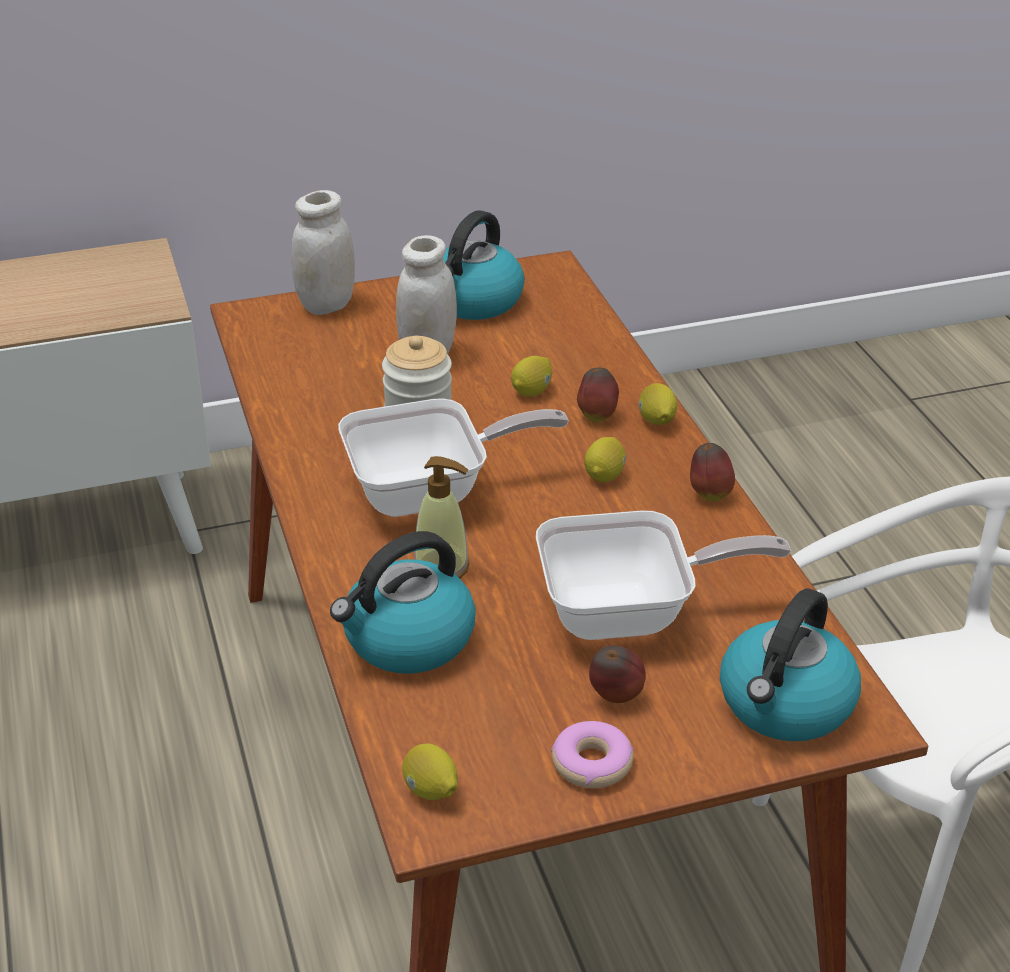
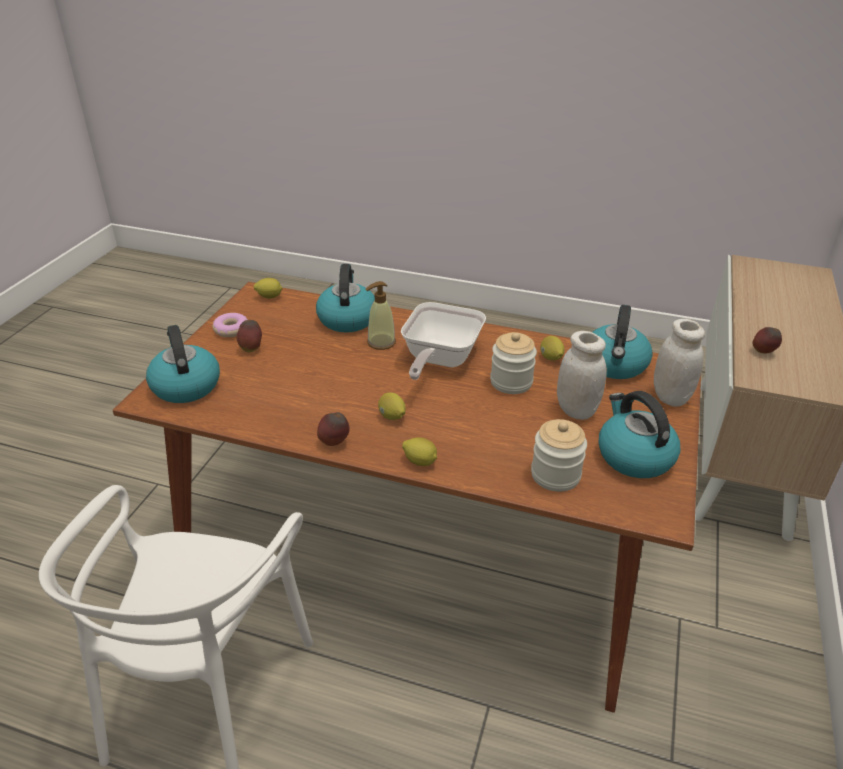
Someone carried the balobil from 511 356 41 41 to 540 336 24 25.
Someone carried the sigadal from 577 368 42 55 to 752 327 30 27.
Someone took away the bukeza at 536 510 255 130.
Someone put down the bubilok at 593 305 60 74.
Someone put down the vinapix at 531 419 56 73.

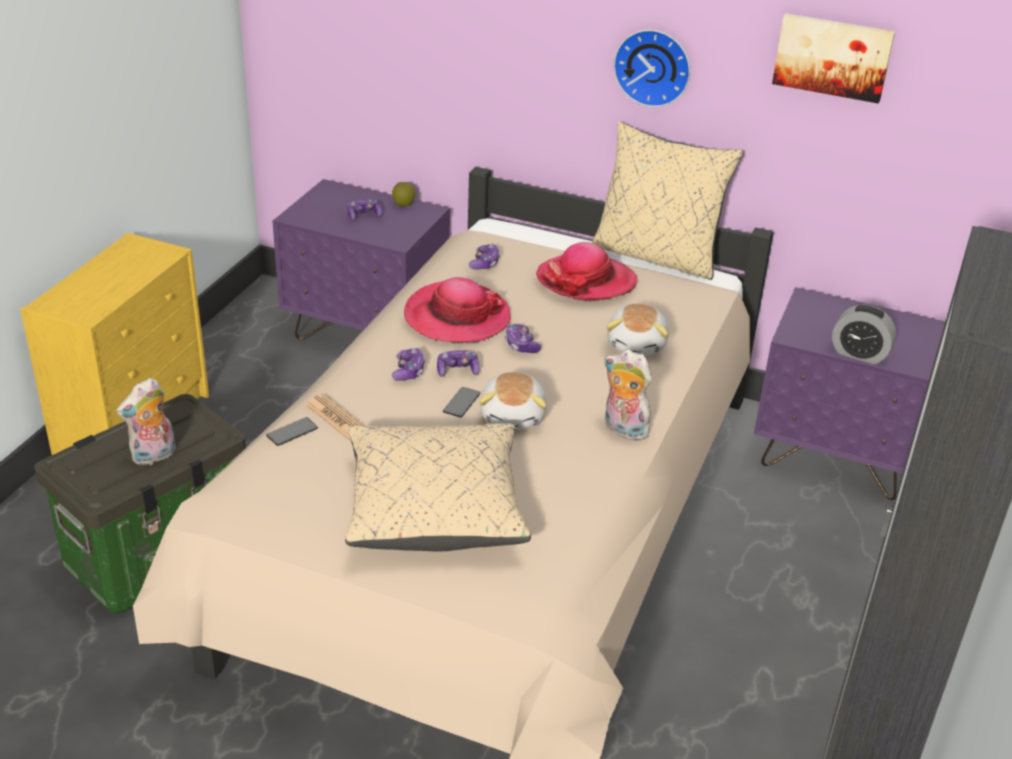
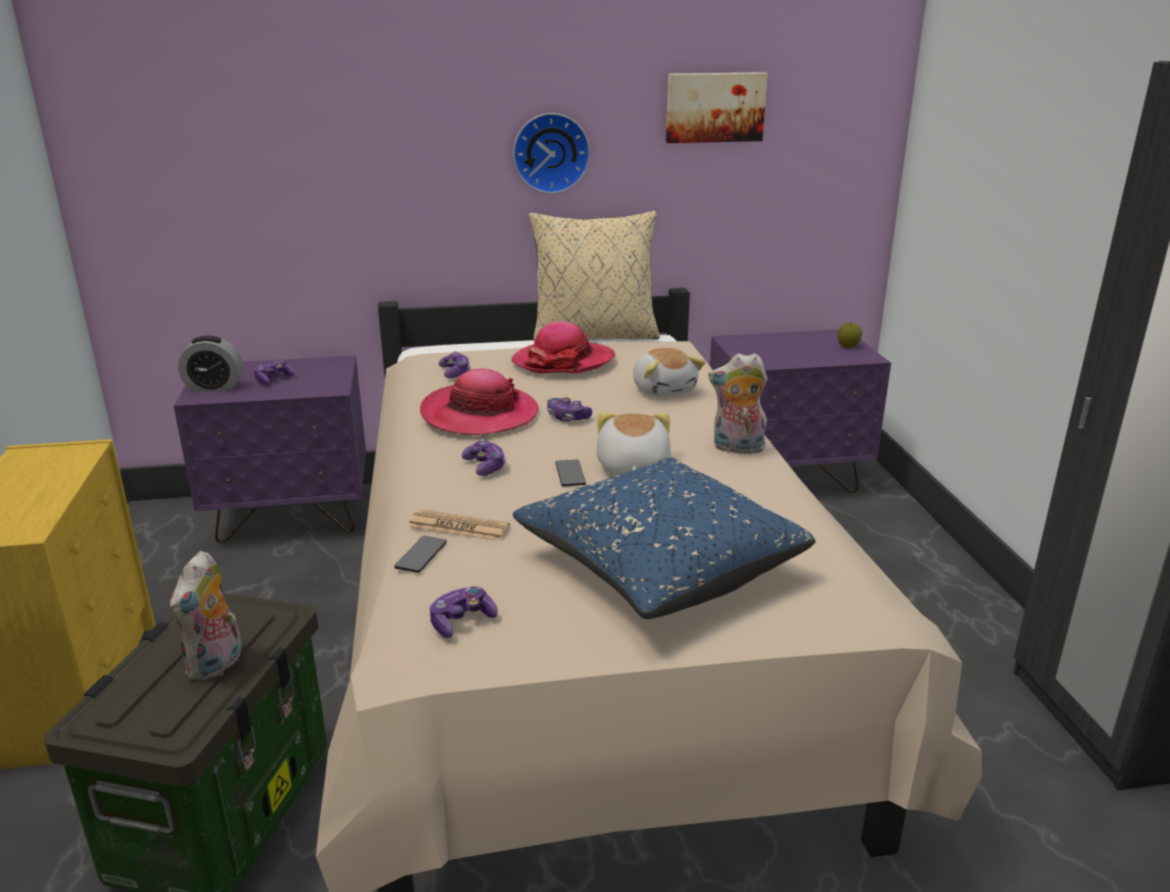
Someone carried the sigadal from 392 182 23 24 to 837 323 25 25.
Someone carried the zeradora from 832 305 64 59 to 178 336 65 56.
Someone carried the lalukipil from 437 350 43 27 to 430 586 68 52.
Someone rotated the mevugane at 479 372 68 57 by 150 degrees counterclockwise.
Someone repainted the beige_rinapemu at 345 423 186 129, which became the blue_rinapemu at 513 457 303 162.

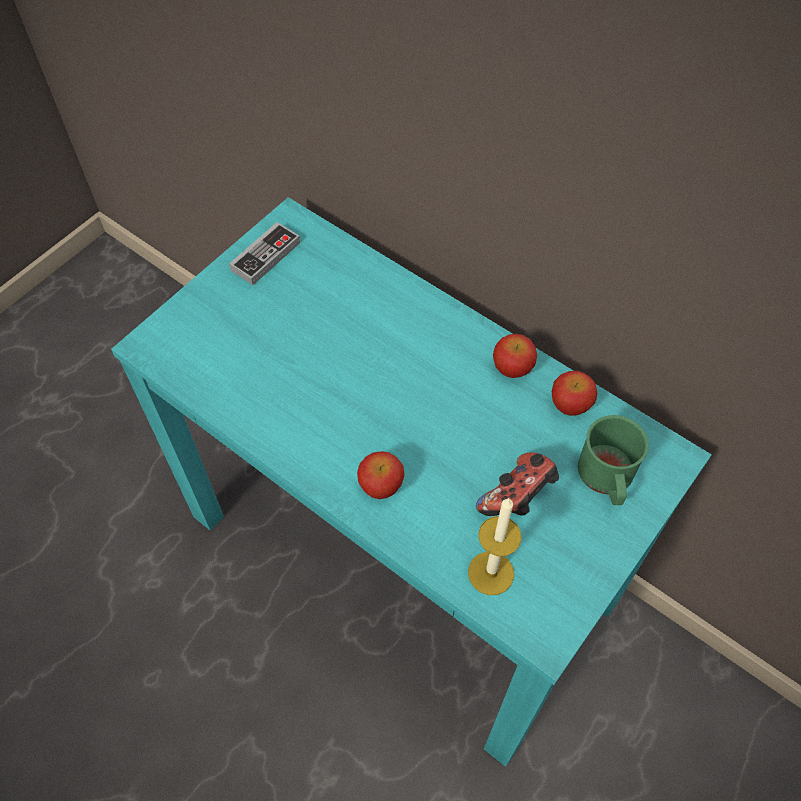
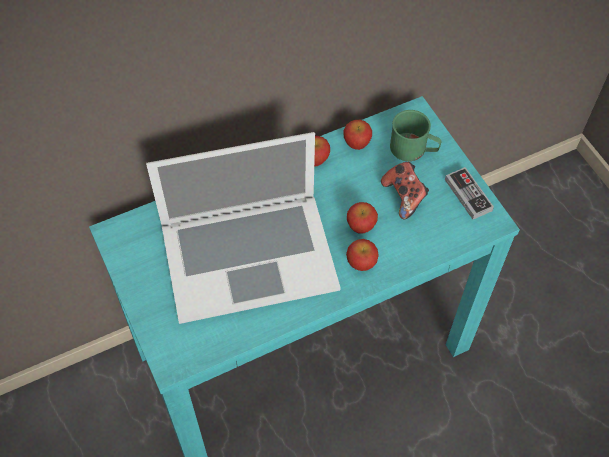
Someone carried the lalukipil from 229 222 71 63 to 445 167 49 53.
Someone took away the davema at 468 498 54 97.
Someone put down the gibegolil at 146 132 195 192.
Someone put down the sigadal at 347 202 31 32.

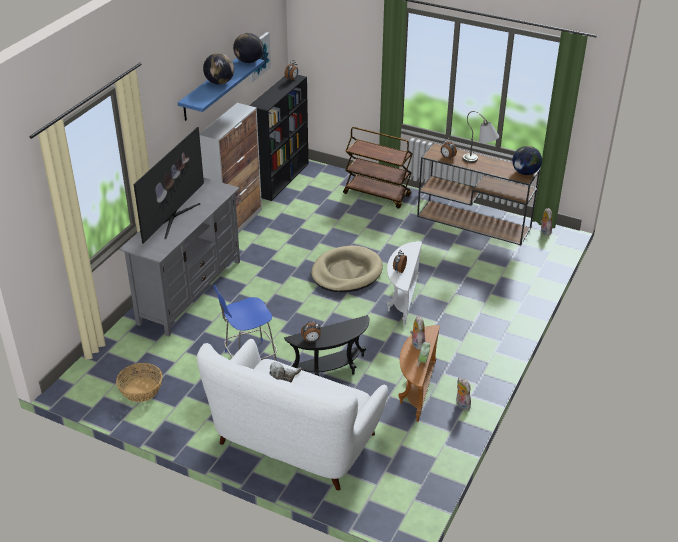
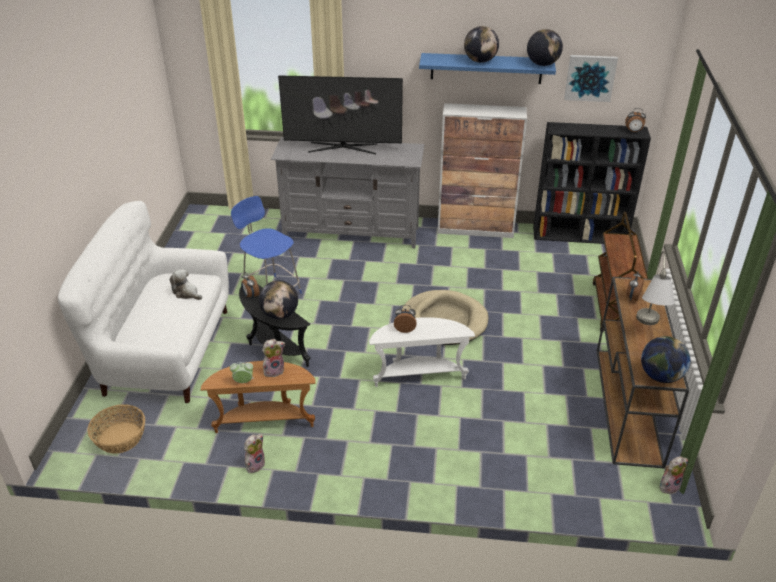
Someone carried the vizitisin from 116 363 47 39 to 87 404 58 50.
Someone put down the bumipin at 259 280 39 39.

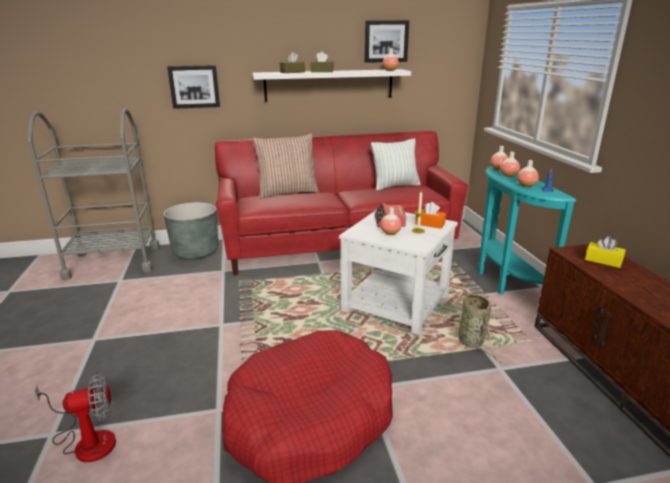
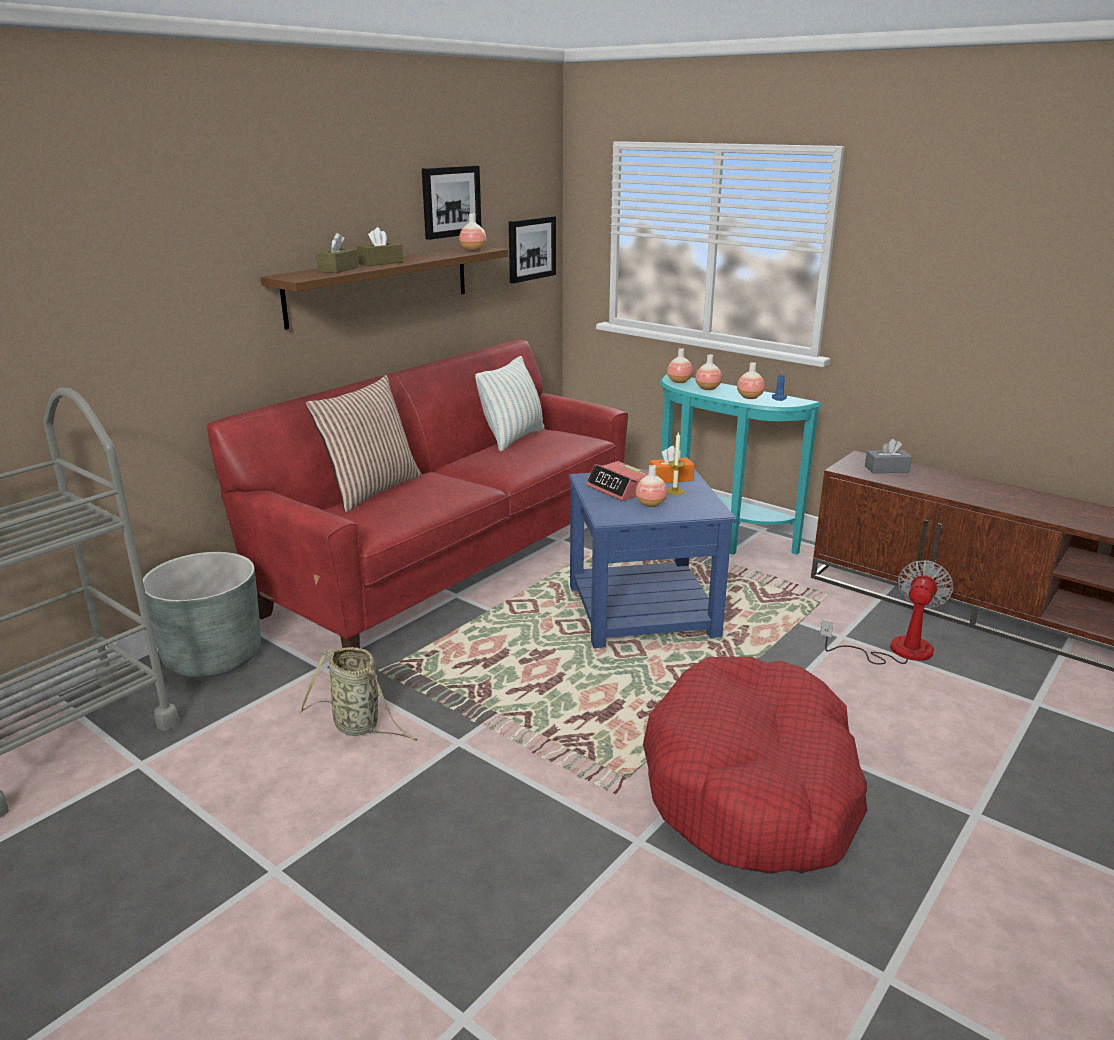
Someone carried the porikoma from 167 65 53 44 to 509 216 47 67.
Someone repainted the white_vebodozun at 252 69 159 33, which became the brown_vebodozun at 260 246 248 84.
Someone repainted the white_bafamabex at 339 210 119 125, which became the blue_bafamabex at 569 469 168 179.
Someone repainted the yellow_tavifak at 585 236 41 32, which became the grey_tavifak at 865 439 47 35.
Someone carried the vizitisin from 441 292 61 71 to 299 647 119 94.
Someone carried the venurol from 35 372 81 90 to 820 560 134 105.

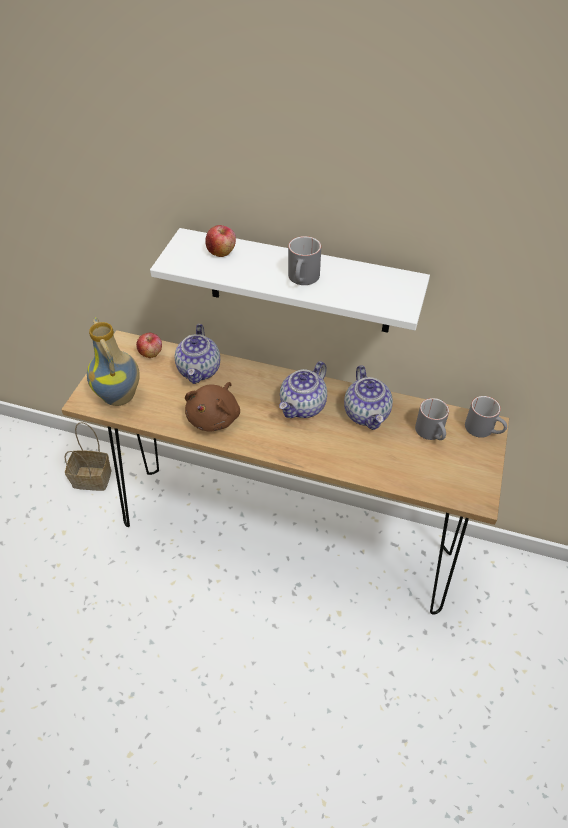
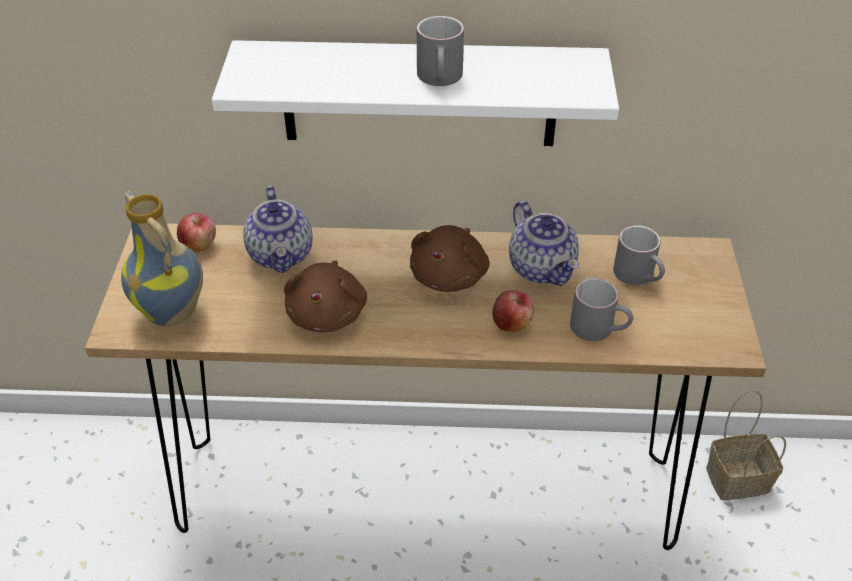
Someone carried the sigadal from 205 225 31 32 to 492 290 42 42.
Someone swapped the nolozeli at 279 361 48 57 for the brown_mevugane at 410 225 79 67.
Someone carried the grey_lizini from 465 396 42 42 to 570 278 63 63.
Someone carried the vizitisin from 64 422 48 69 to 706 390 80 110.

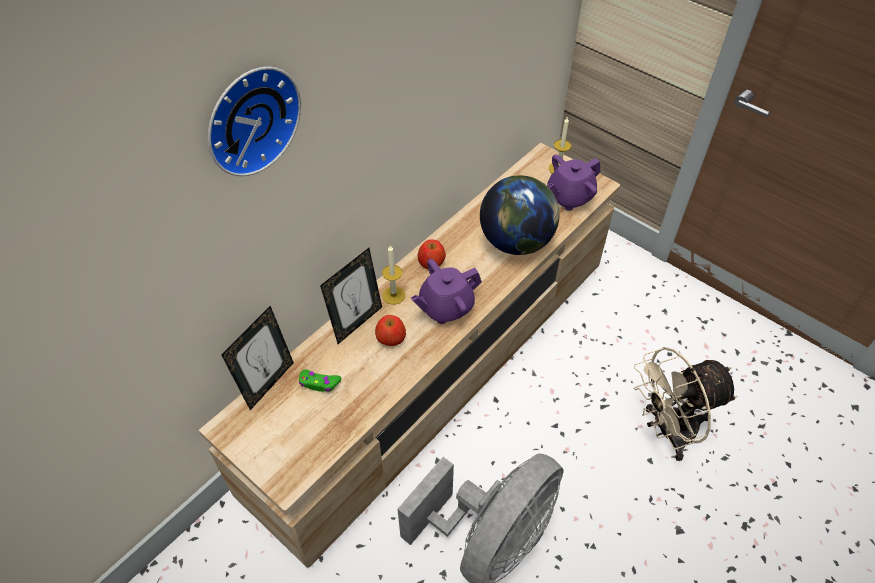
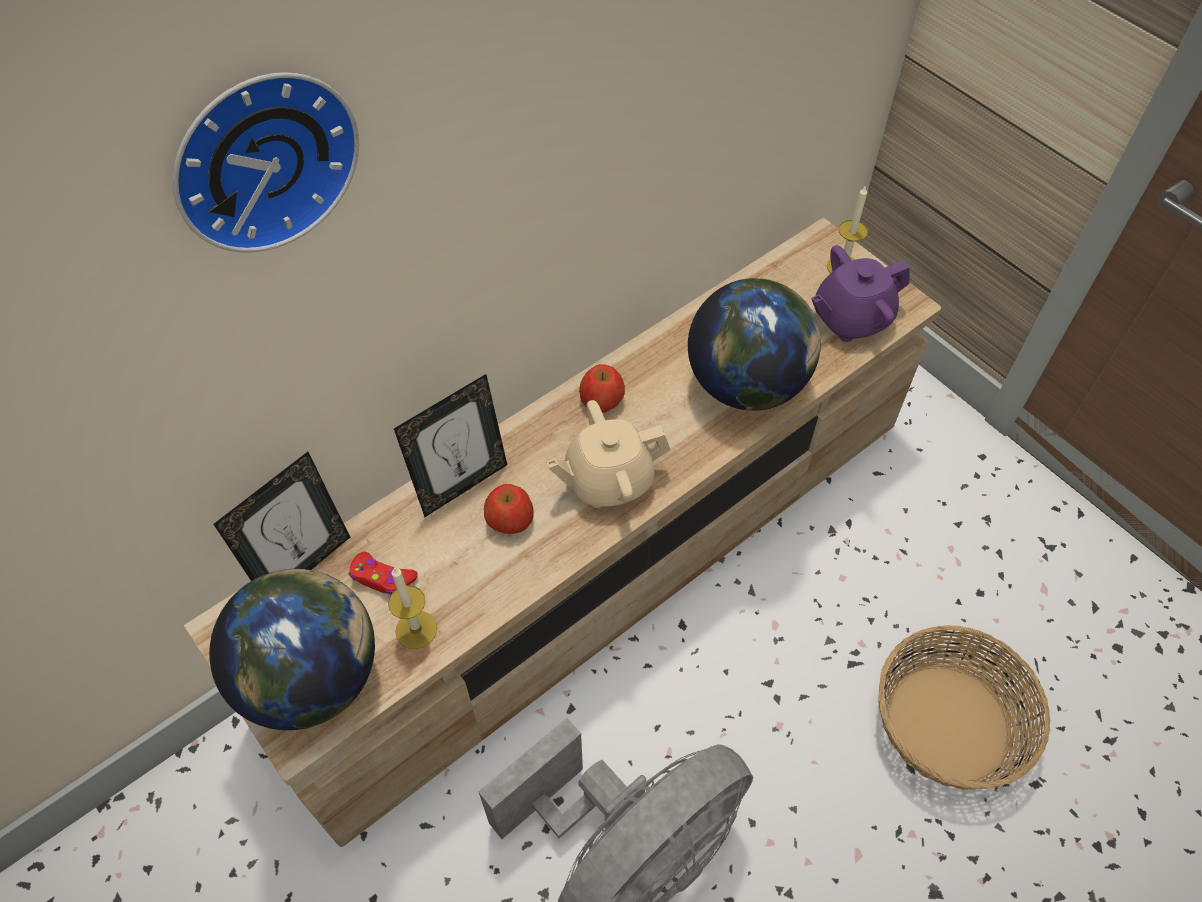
Someone carried the davema from 382 245 23 60 to 388 567 49 82.
Someone repainted the purple_nolozeli at 411 259 71 65, which became the beige_nolozeli at 546 400 125 108.
Someone swapped the beige_venurol at 634 347 104 115 for the vizitisin at 878 625 172 165.
Someone repainted the green_lalukipil at 299 369 42 23, which became the red_lalukipil at 349 552 69 43.
Someone put down the bumipin at 209 569 166 161.

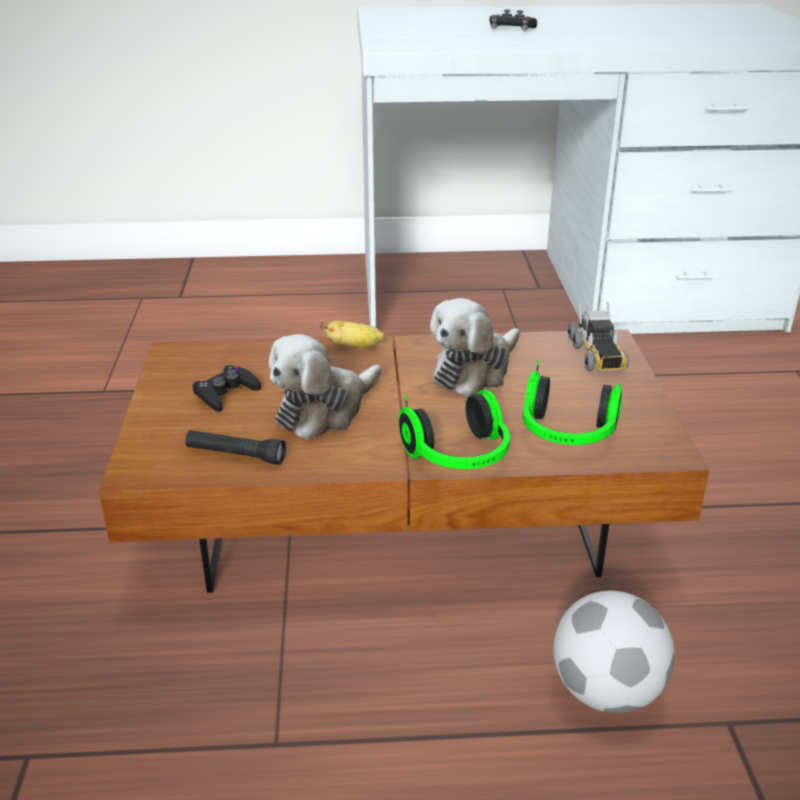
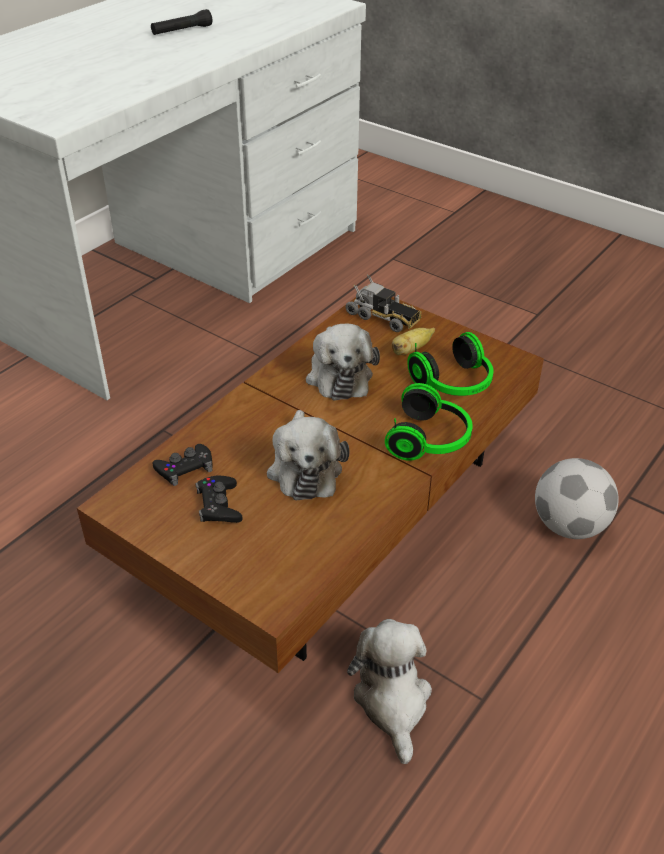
Someone carried the black_lalukipil from 490 9 47 22 to 153 444 60 42.
Someone carried the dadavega from 320 321 65 26 to 392 328 43 27.
Someone carried the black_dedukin from 185 430 101 35 to 151 9 61 26.
Someone put down the mevugane at 347 619 85 145.

